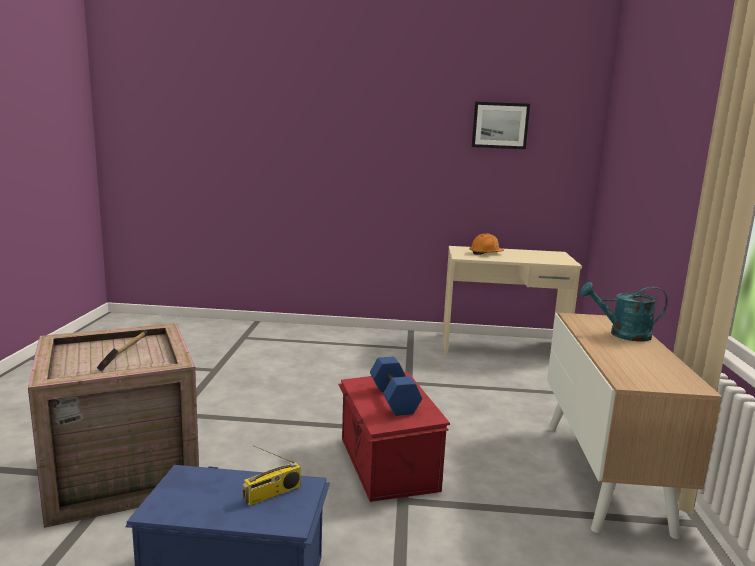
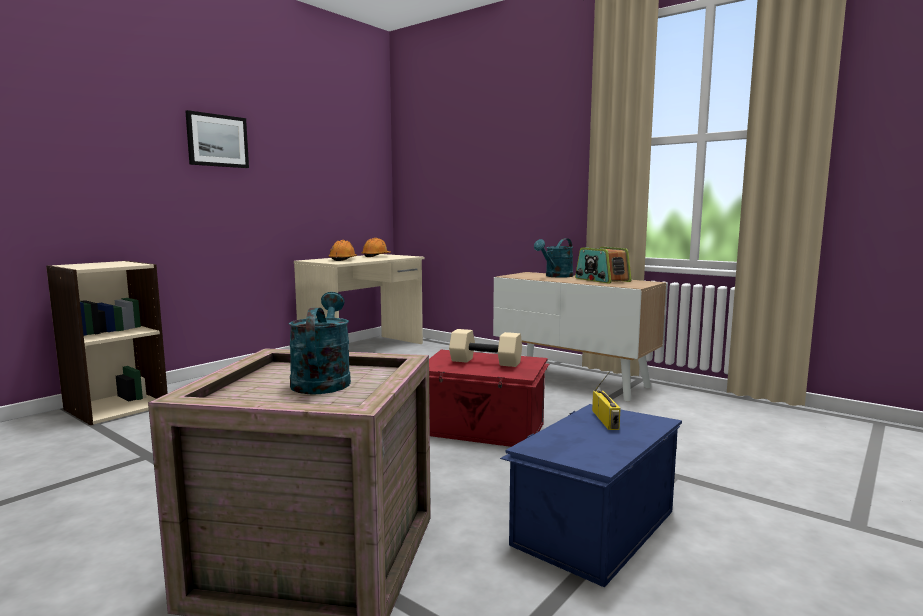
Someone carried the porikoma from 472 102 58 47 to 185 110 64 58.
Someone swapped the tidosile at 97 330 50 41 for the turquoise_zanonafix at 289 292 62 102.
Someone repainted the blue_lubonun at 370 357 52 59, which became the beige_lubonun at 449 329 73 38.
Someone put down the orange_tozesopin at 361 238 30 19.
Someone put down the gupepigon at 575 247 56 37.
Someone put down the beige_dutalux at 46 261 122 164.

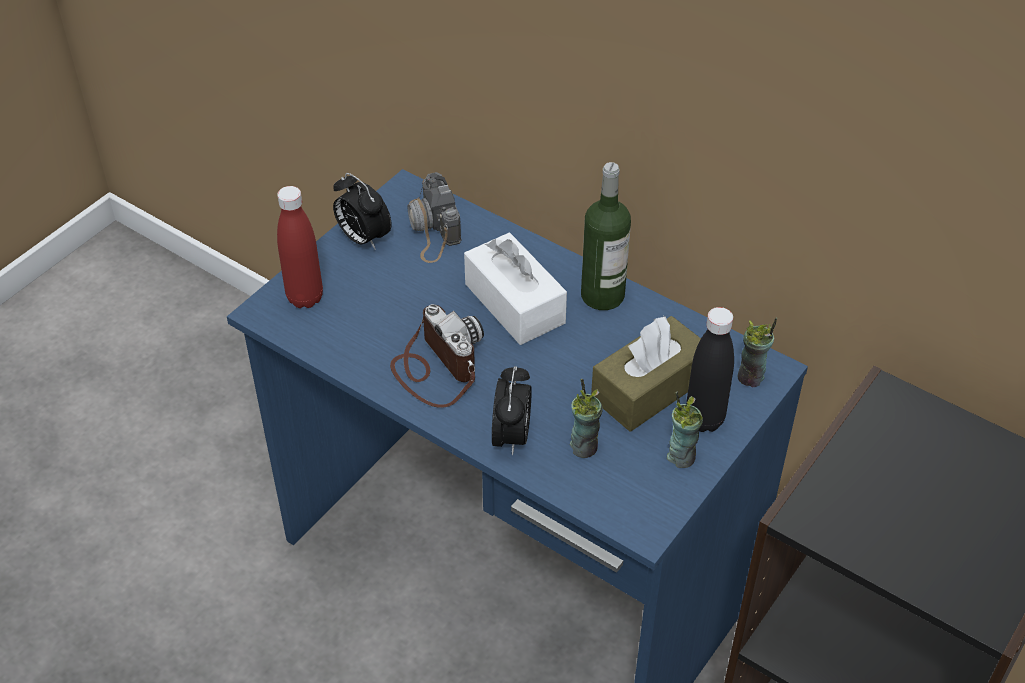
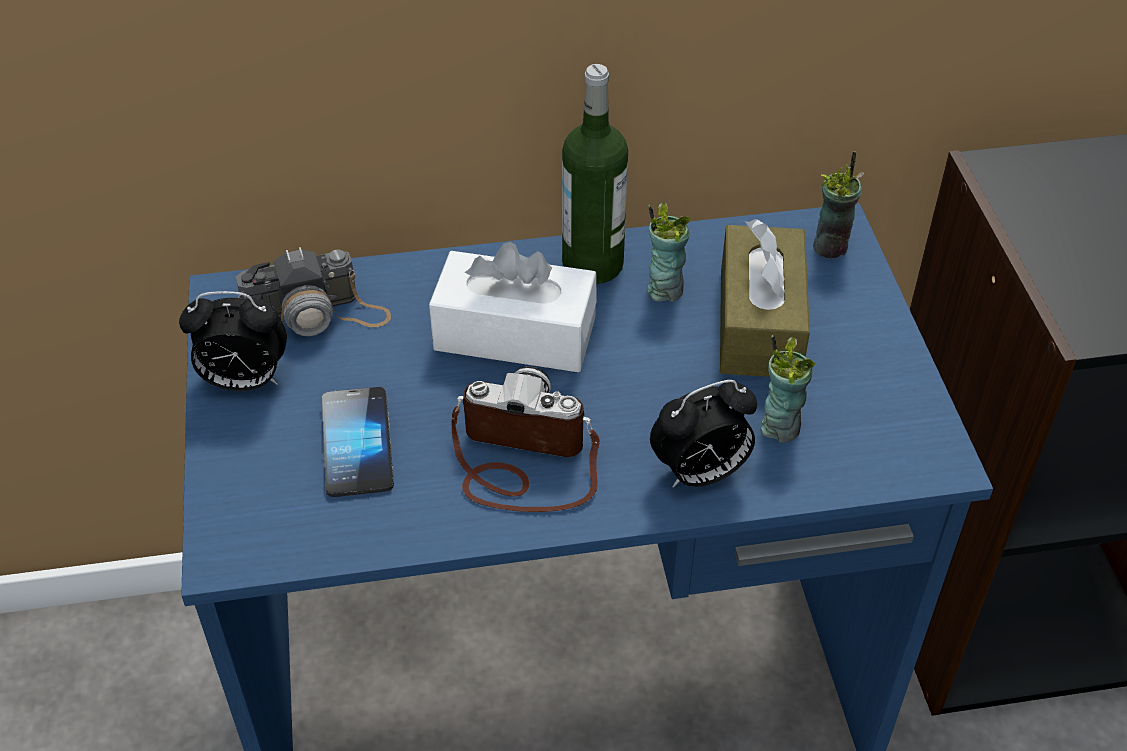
Someone rotated the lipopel at 407 172 55 91 by 45 degrees counterclockwise.
Someone took away the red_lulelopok at 277 186 46 122.
Someone took away the black_lulelopok at 686 307 48 125.
Someone rotated the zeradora at 492 366 40 90 by 105 degrees clockwise.
Someone carried the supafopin from 667 392 36 76 to 647 203 43 99.
Someone put down the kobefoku at 322 387 72 110.

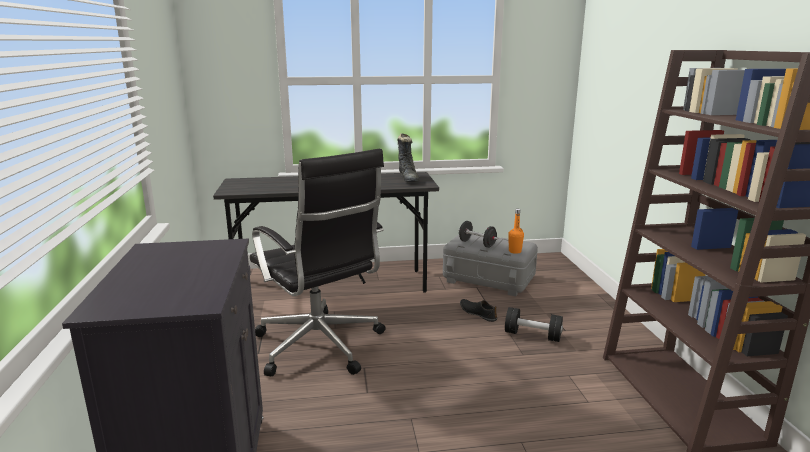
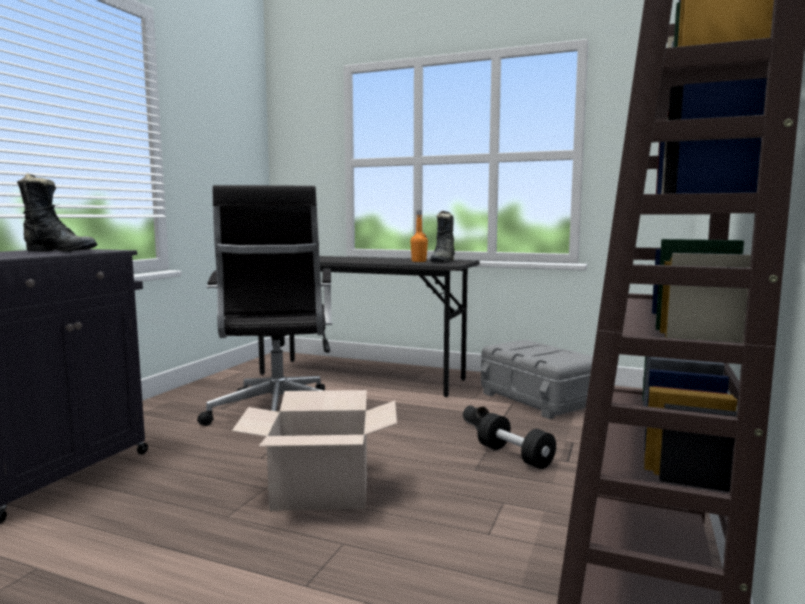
Someone carried the orange_lulelopok from 508 209 16 45 to 410 210 18 52.
Someone took away the black_lubonun at 458 221 40 27.
Someone put down the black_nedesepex at 17 173 81 79.
Someone put down the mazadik at 232 390 165 121.

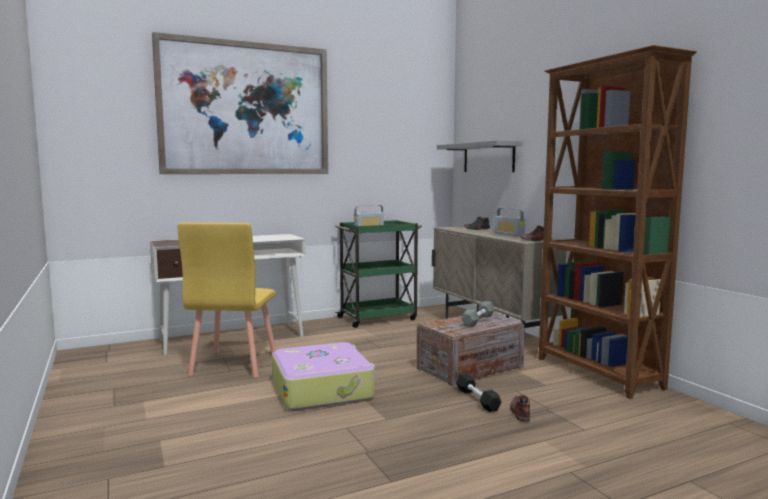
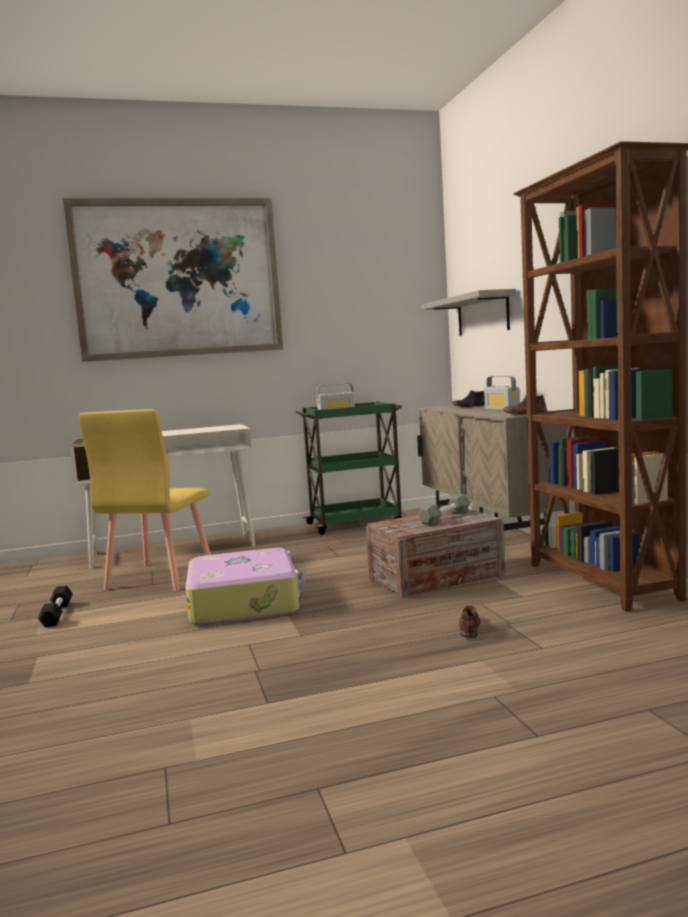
Someone carried the black_lubonun from 456 373 46 39 to 38 586 35 41.

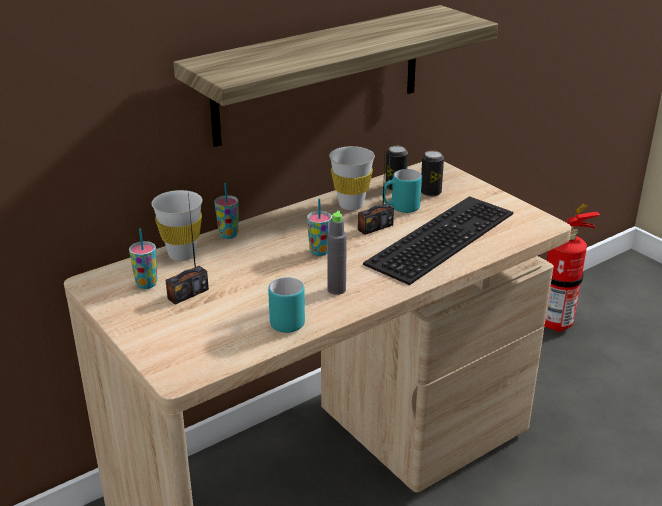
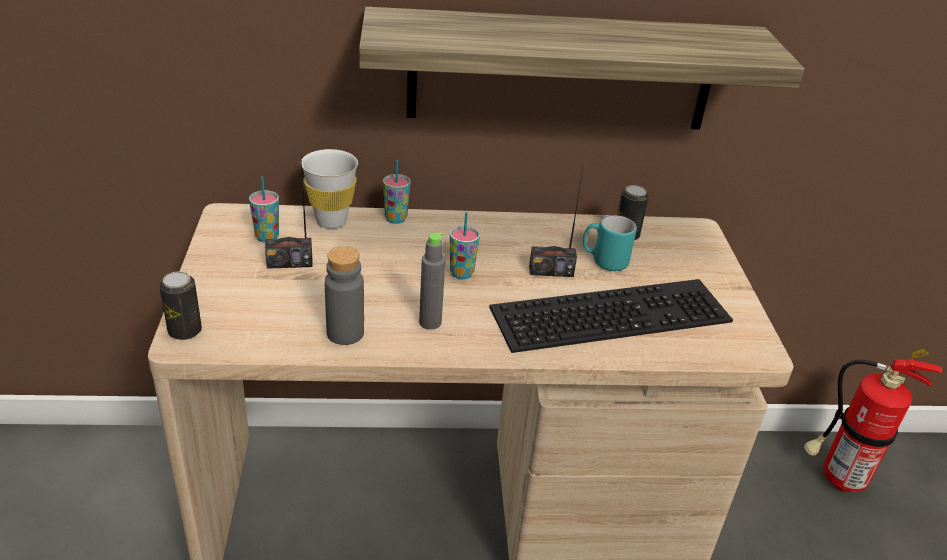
Someone took away the white_supafopin at 329 146 46 64.
Someone carried the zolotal from 421 151 23 46 to 159 271 43 69.
Someone swapped the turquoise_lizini at 268 277 37 56 for the grey_lulelopok at 325 246 39 99.

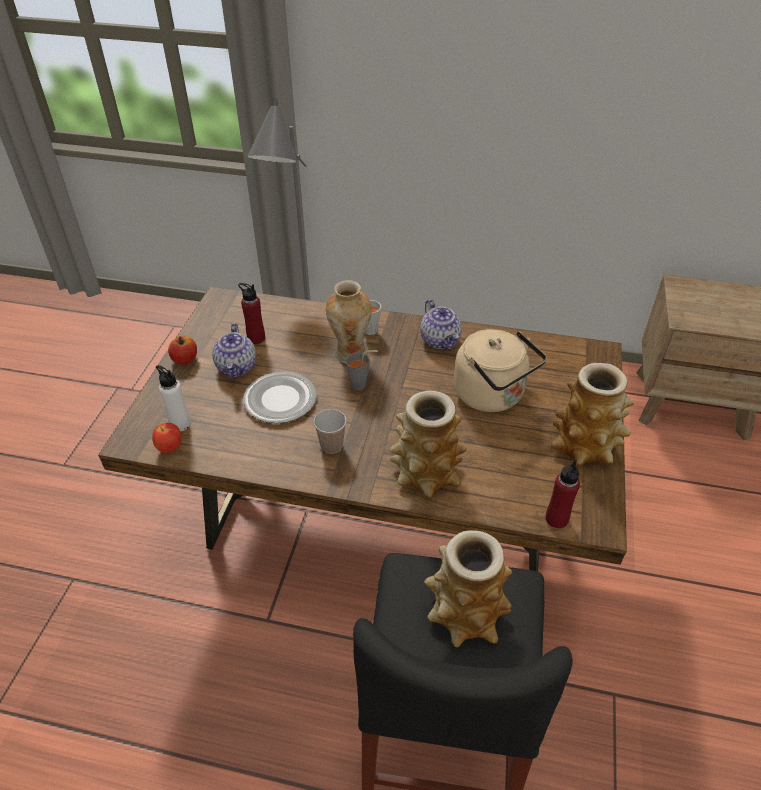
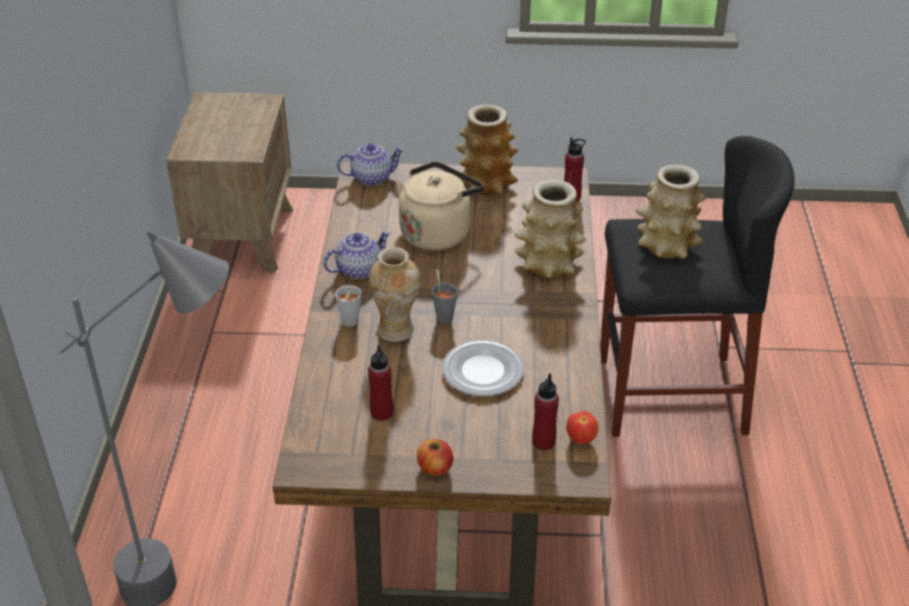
Someone carried the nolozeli from 212 323 44 56 to 337 143 68 43.
Someone repainted the white_lulelopok at 156 365 34 66, which became the red_lulelopok at 532 373 27 77.
Someone took away the supafopin at 313 409 34 45.

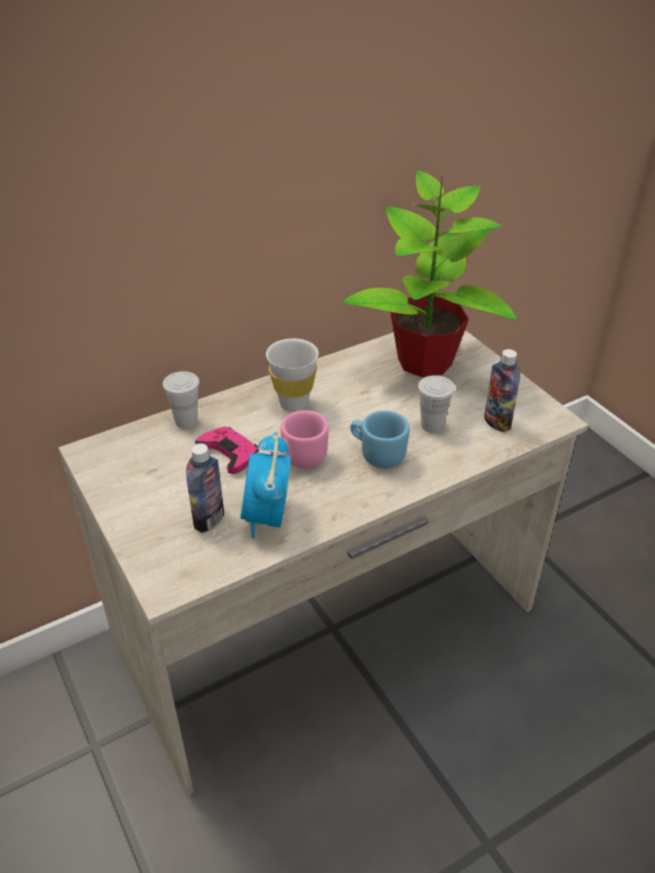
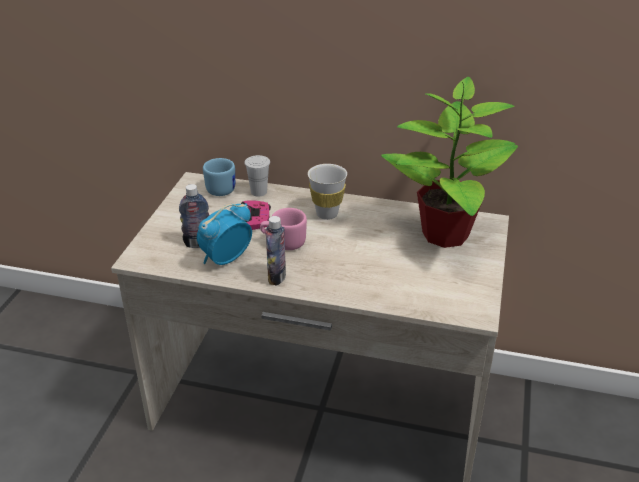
Someone carried the lulelopok from 484 349 36 83 to 266 216 20 69.
Someone took away the white_supafopin at 418 375 37 58.
Someone carried the blue_lizini from 350 410 60 58 to 203 158 32 38.

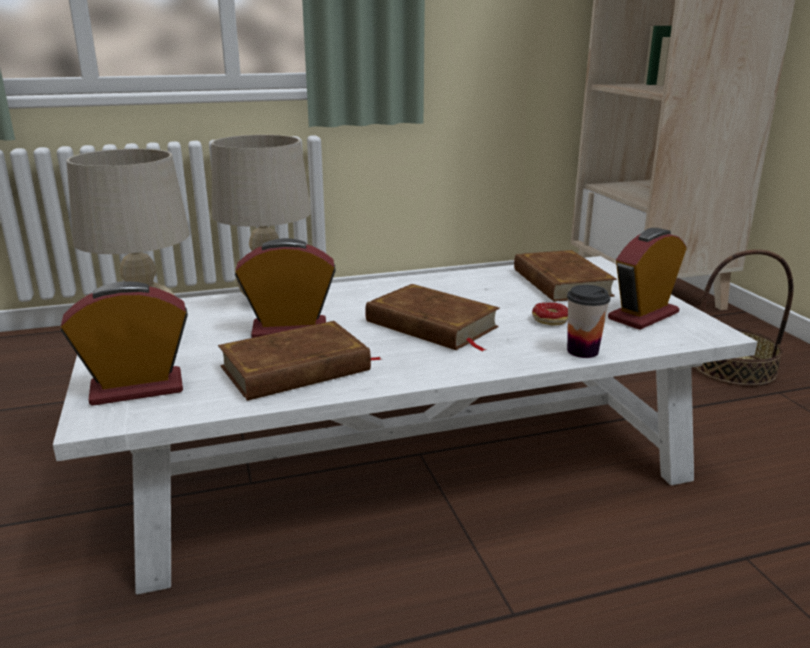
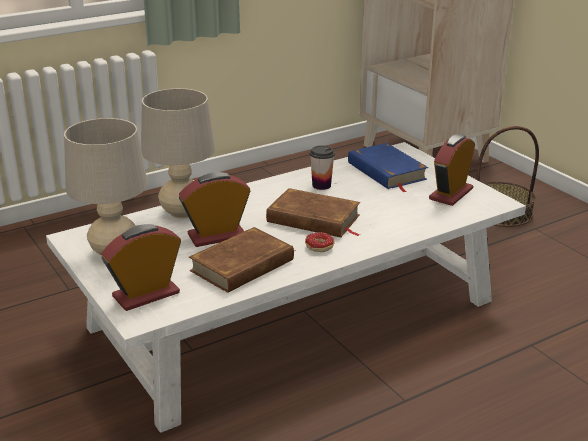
Someone repainted the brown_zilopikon at 514 250 103 52, which became the blue_zilopikon at 348 143 80 50.
Someone carried the supafopin from 567 285 43 73 to 310 145 25 45.
Someone carried the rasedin from 532 302 36 24 to 305 232 29 20.

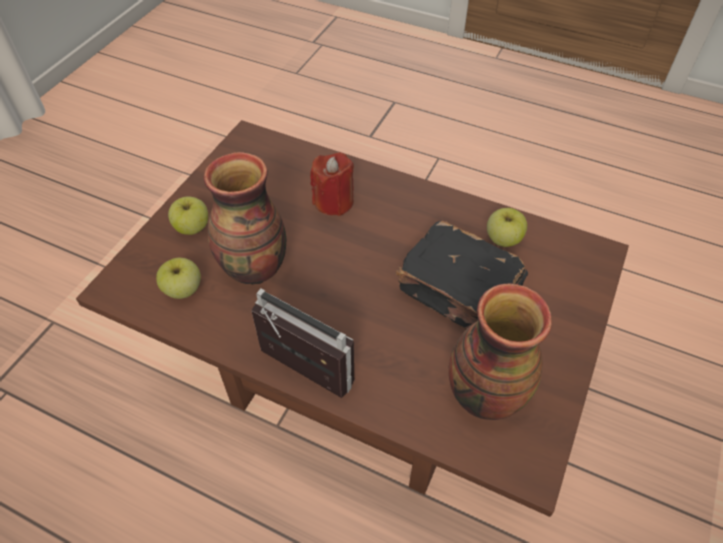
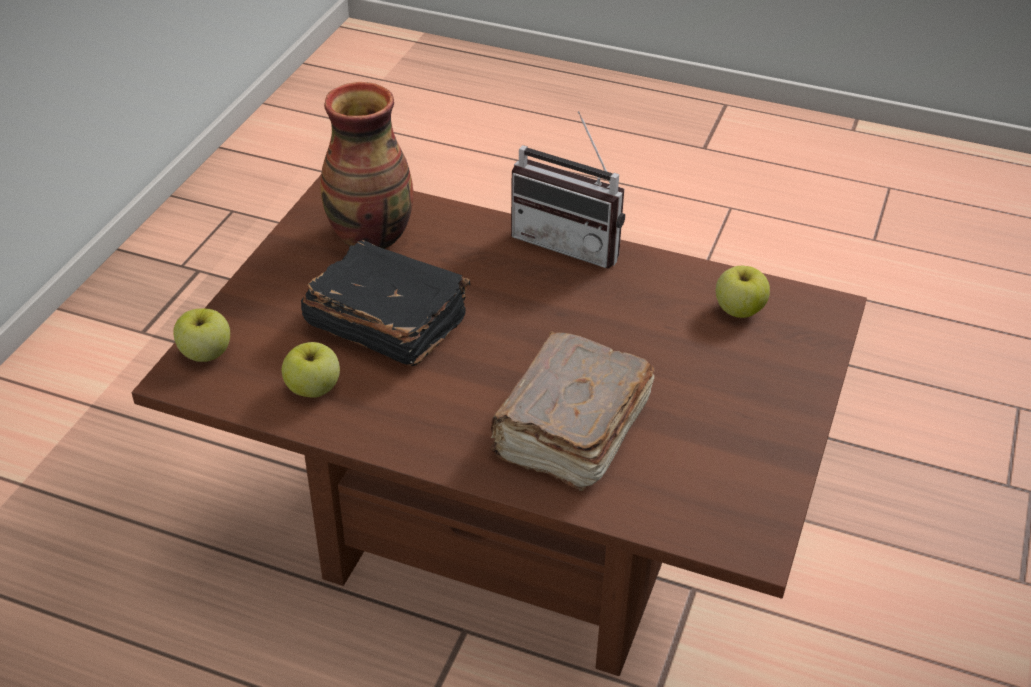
Someone took away the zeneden at 204 152 82 133.
Someone swapped the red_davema at 310 152 44 64 for the brown_zilopikon at 489 331 166 160.
Someone carried the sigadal from 168 196 40 39 to 173 308 57 54.

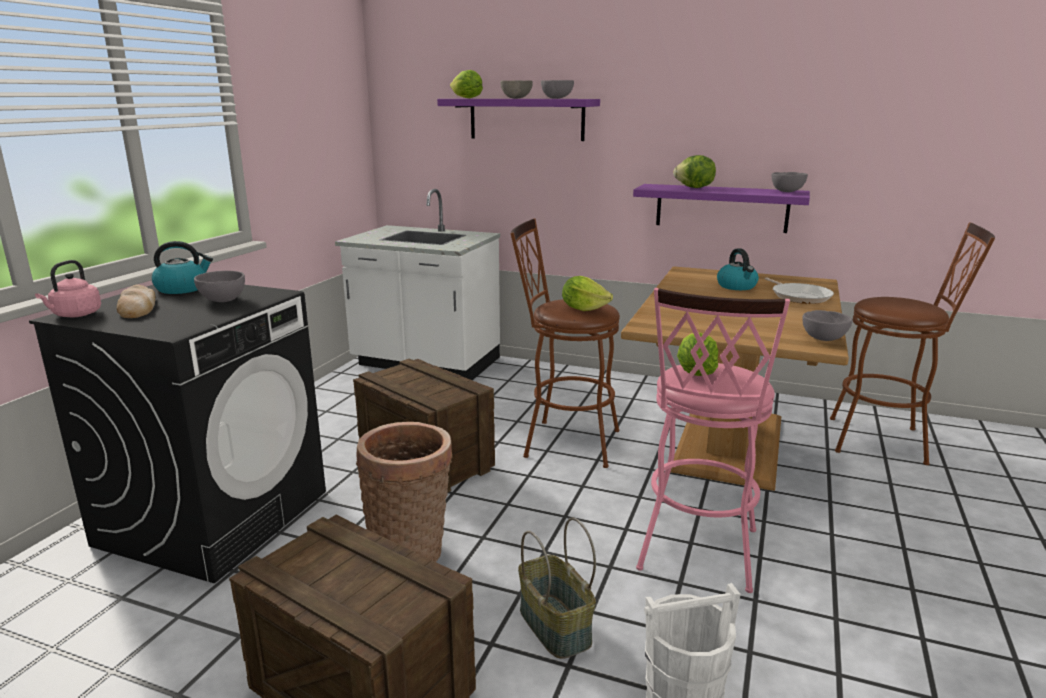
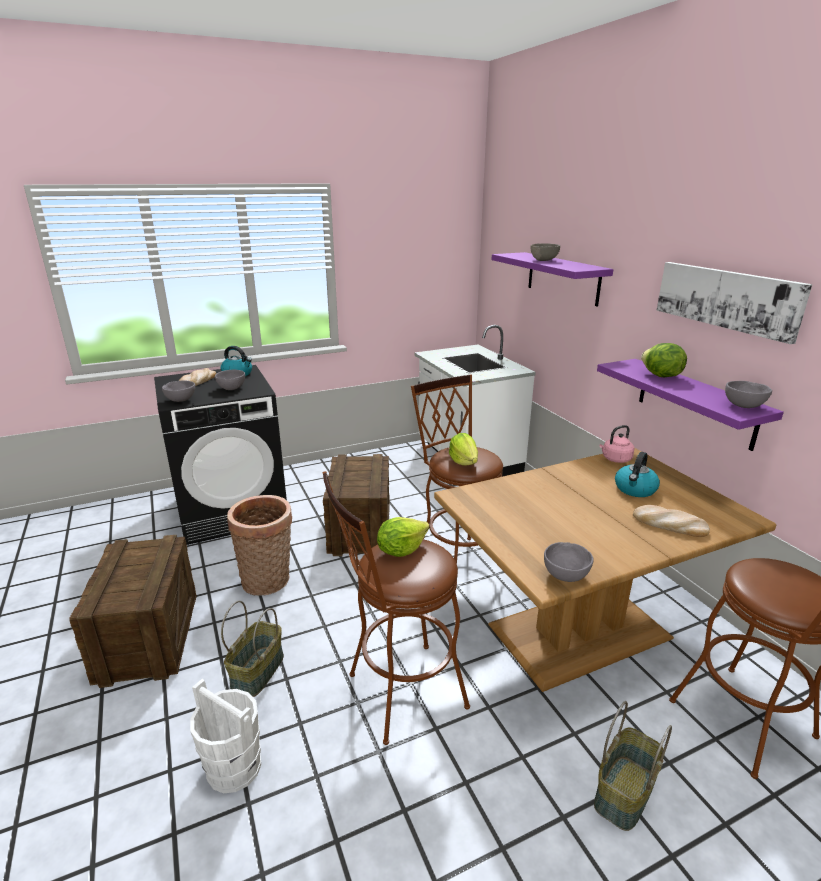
Someone took away the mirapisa at 450 70 33 28.
Someone carried the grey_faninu from 541 80 33 19 to 162 380 33 22.
Someone carried the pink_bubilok from 35 260 66 57 to 599 425 35 38.
Someone swapped the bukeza at 765 277 69 27 for the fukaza at 633 505 77 32.
Someone repainted the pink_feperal at 636 288 154 305, which became the brown_feperal at 323 471 147 274.
Someone put up the porikoma at 656 262 156 82.
Someone put down the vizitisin at 594 701 78 130.

